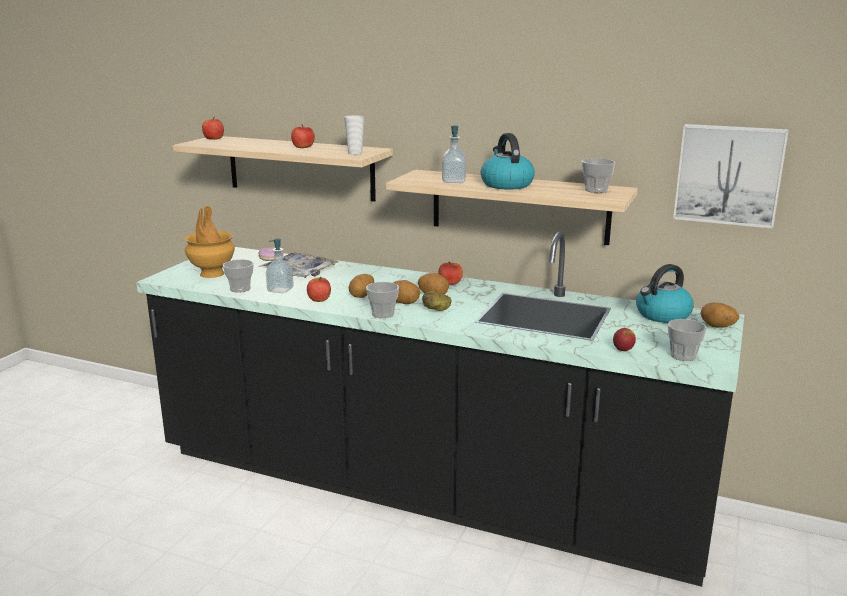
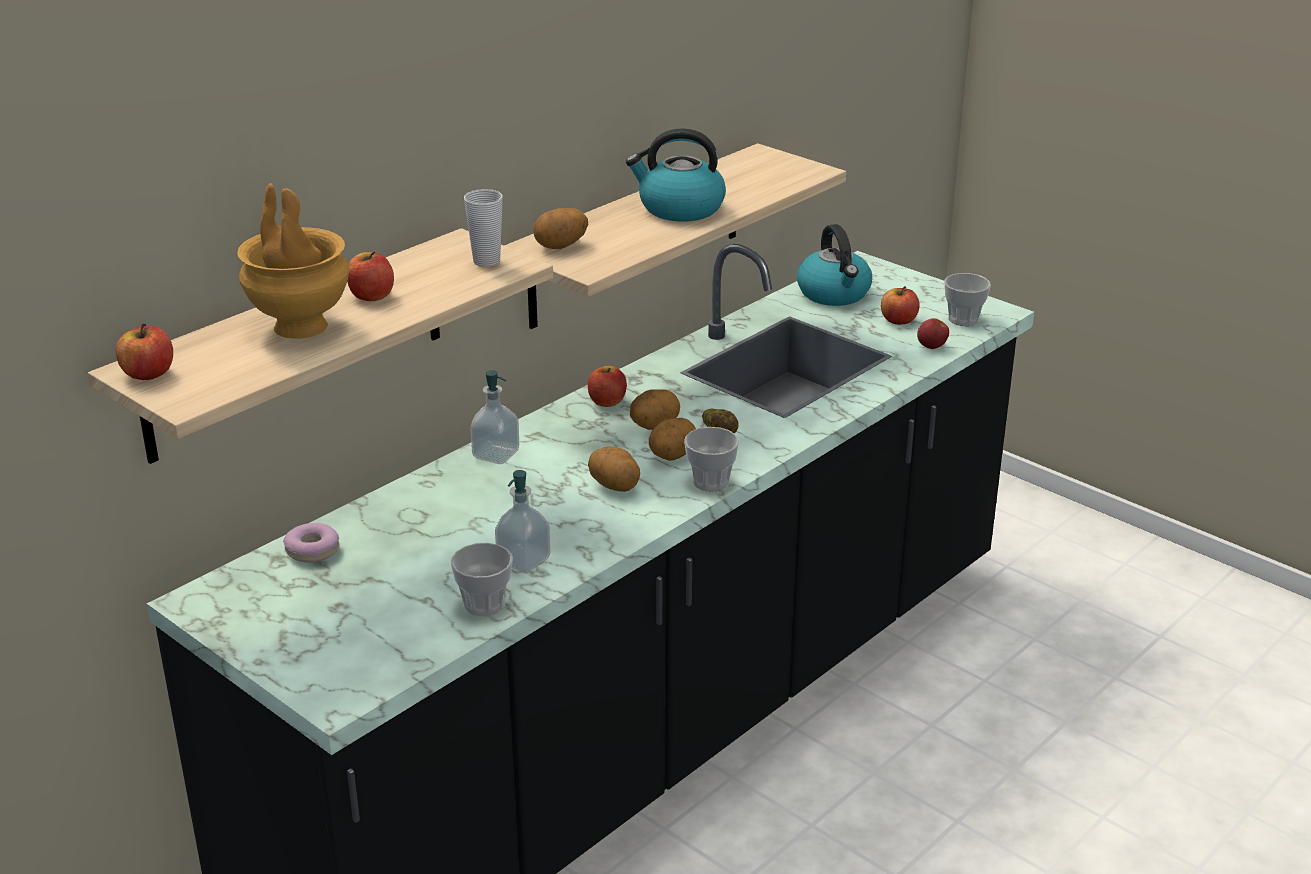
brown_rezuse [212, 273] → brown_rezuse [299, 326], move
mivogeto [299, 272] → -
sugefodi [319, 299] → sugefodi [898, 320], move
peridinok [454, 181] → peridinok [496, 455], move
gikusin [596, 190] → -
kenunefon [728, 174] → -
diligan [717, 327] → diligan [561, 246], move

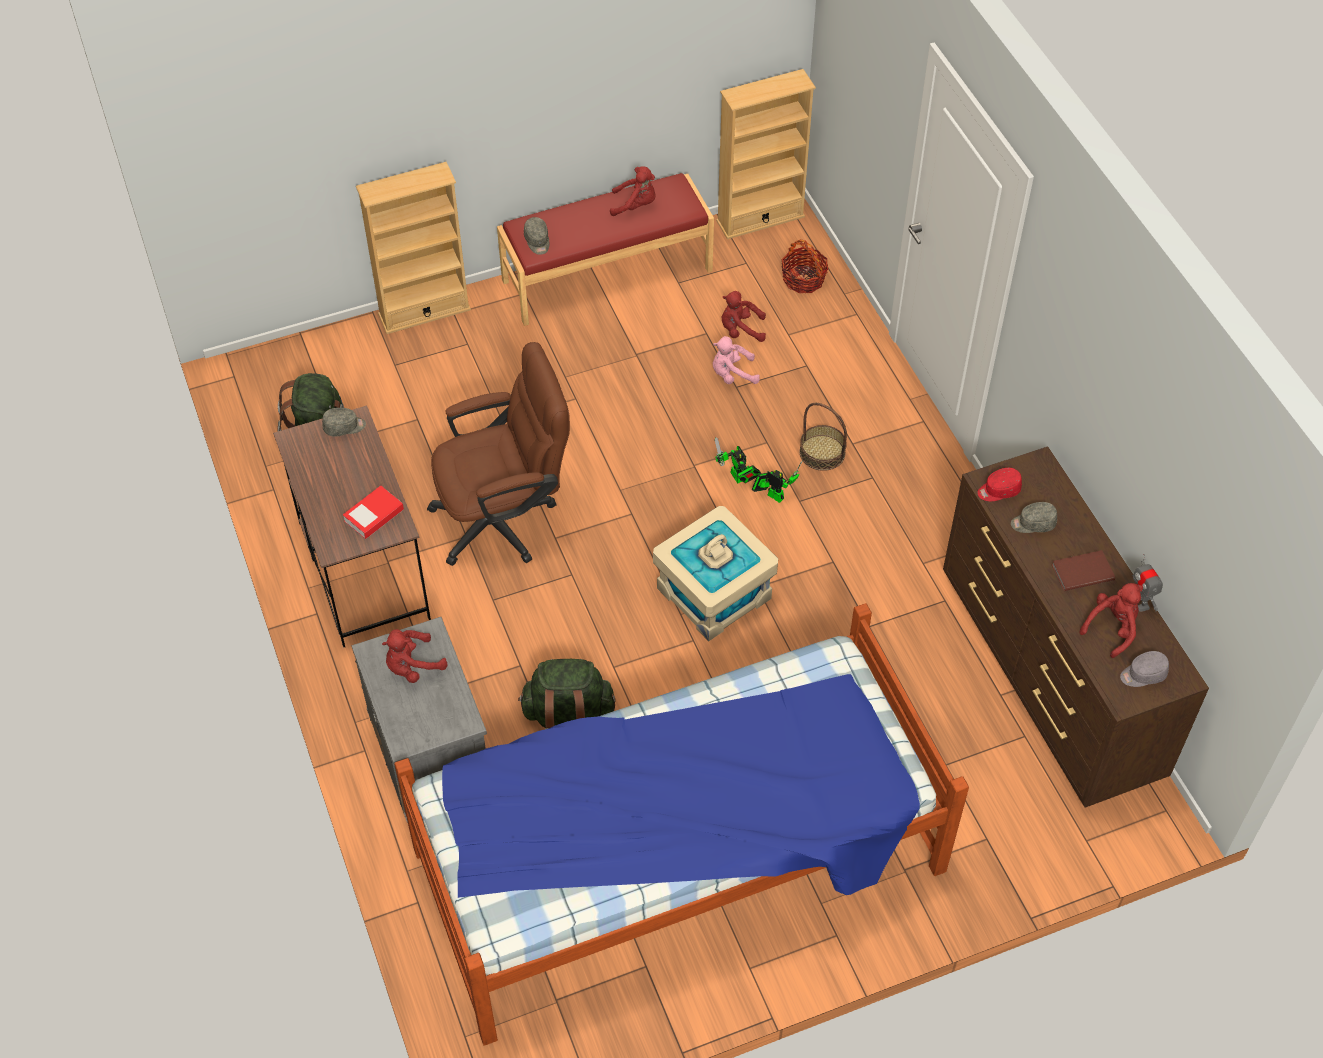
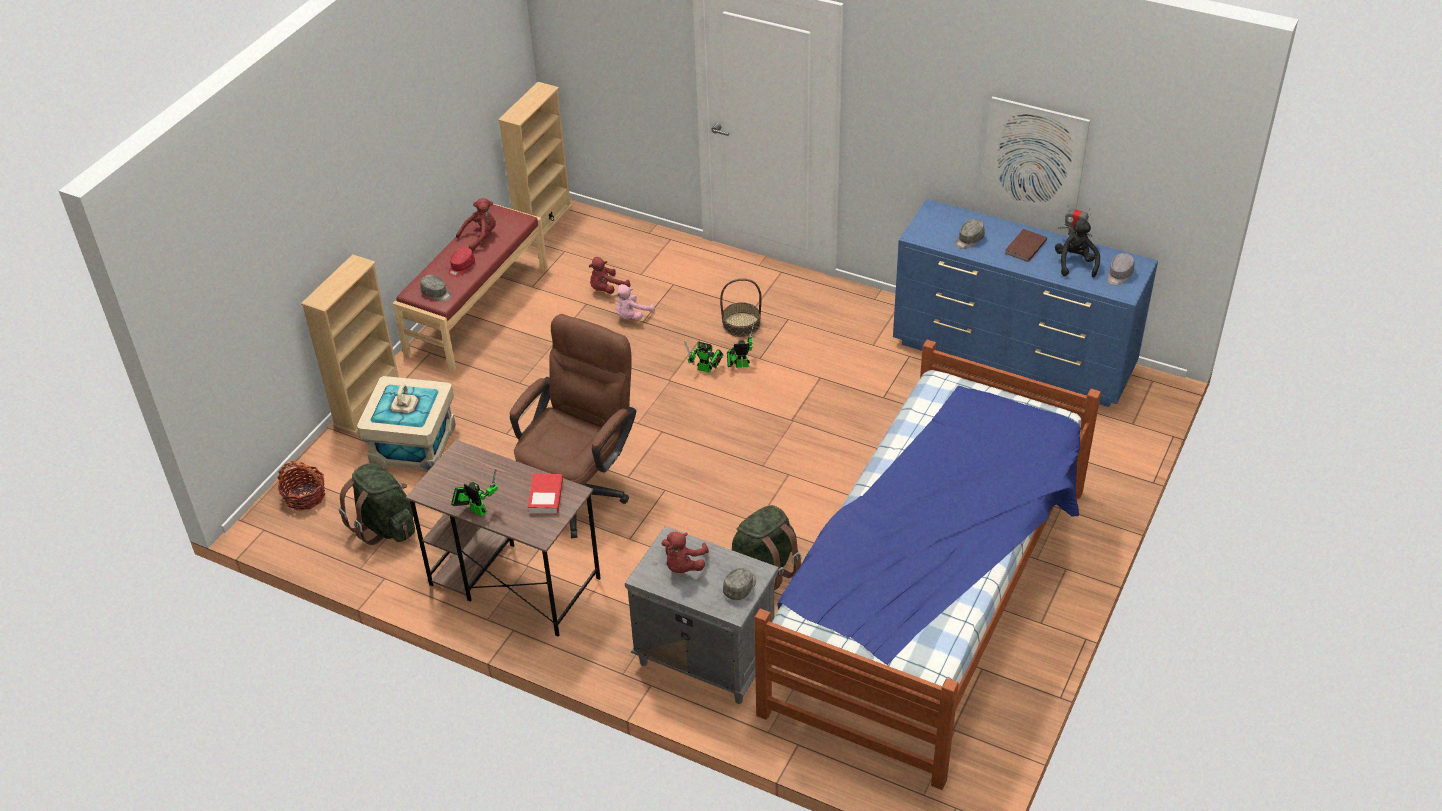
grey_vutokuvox [344, 427] → grey_vutokuvox [740, 587], move
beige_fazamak [714, 594] → beige_fazamak [414, 445], move
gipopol [803, 279] → gipopol [305, 496], move
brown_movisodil [1049, 678] → blue_movisodil [1014, 357]
red_vutokuvox [998, 490] → red_vutokuvox [461, 267], move
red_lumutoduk [1112, 628] → black_lumutoduk [1075, 263]
- → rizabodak [476, 510]
- → kenunefon [1034, 157]

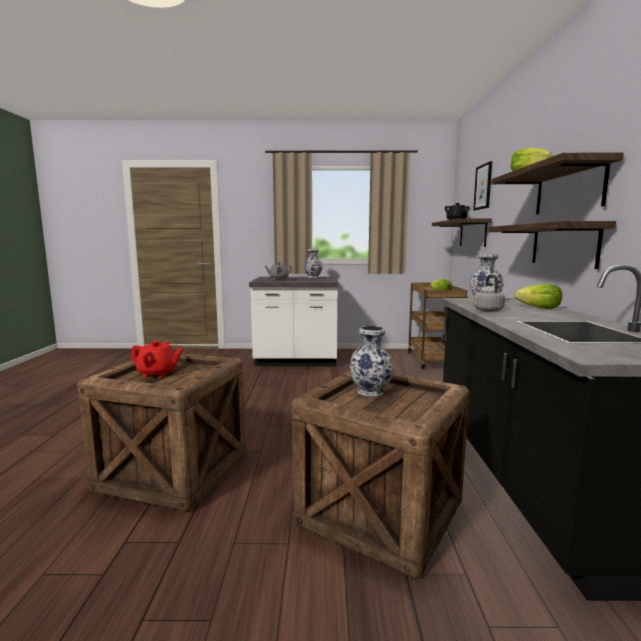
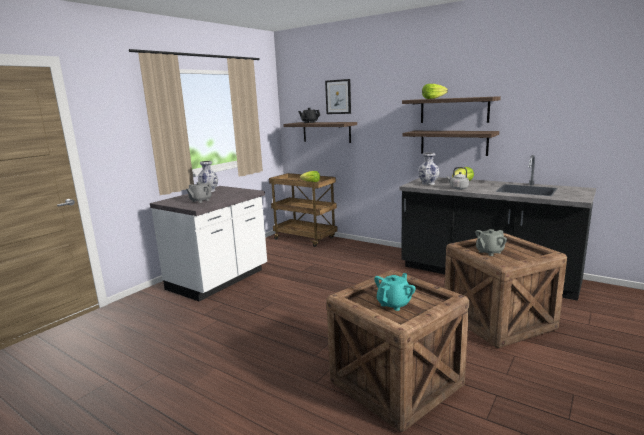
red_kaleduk [158, 373] → turquoise_kaleduk [394, 304]
rezuse [371, 391] → grey_kaleduk [489, 252]

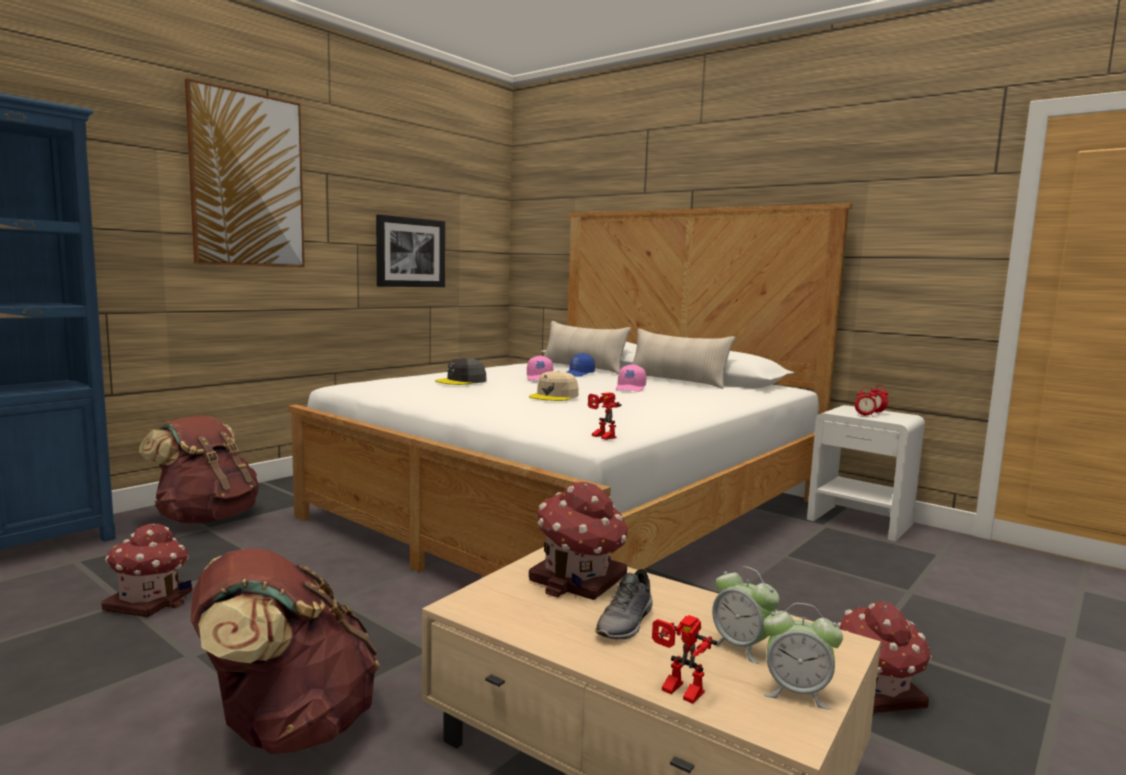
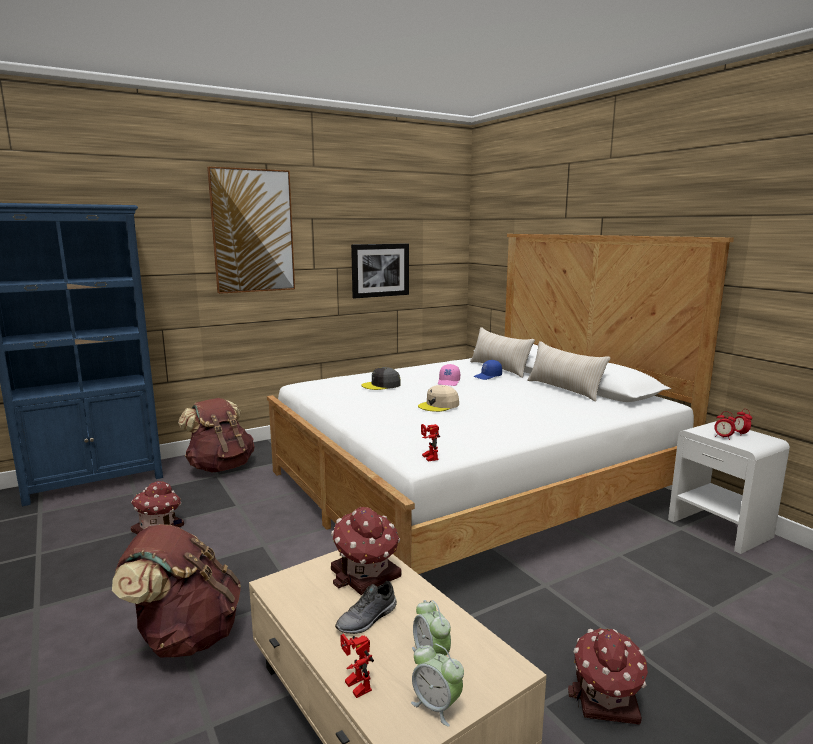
pink_vutokuvox [631, 388] → -

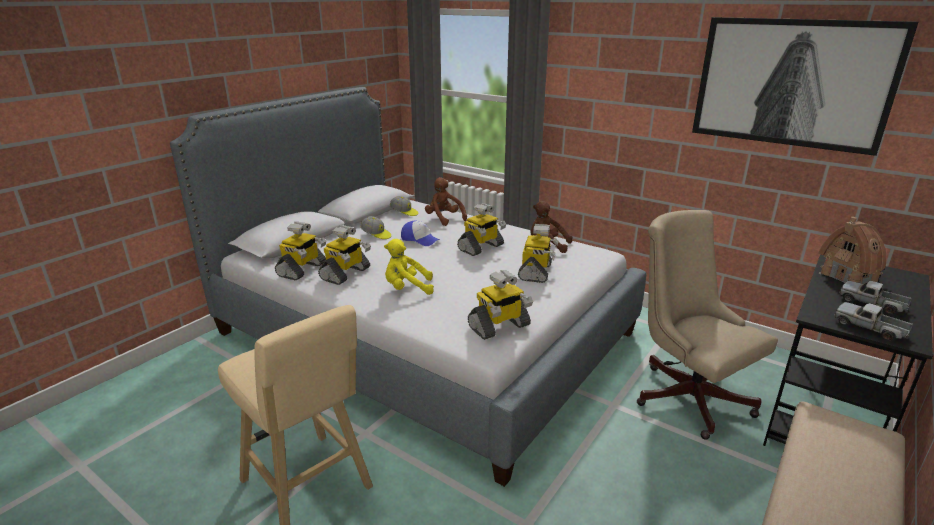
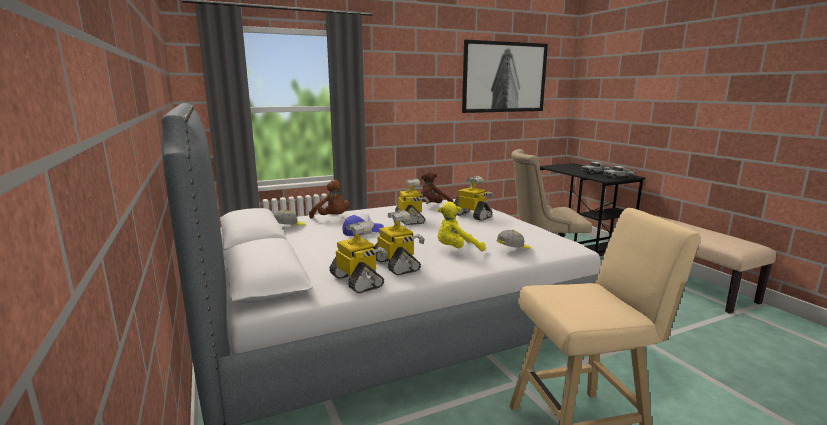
vutokuvox [376, 235] → vutokuvox [513, 249], move
yellow_lumutoduk [407, 289] → yellow_lumutoduk [456, 250], 45 degrees clockwise
brown_lumutoduk [444, 219] → brown_lumutoduk [332, 218], 135 degrees counterclockwise
rizabodak [499, 327] → -
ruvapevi [848, 277] → -

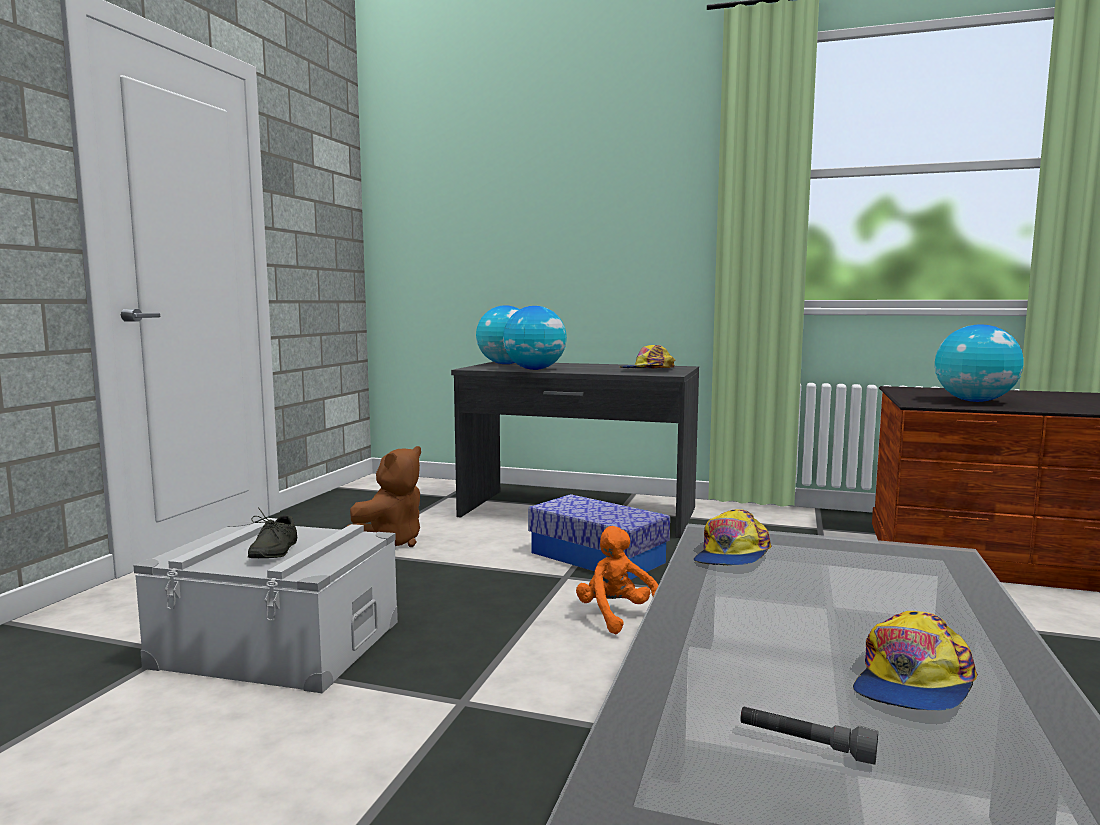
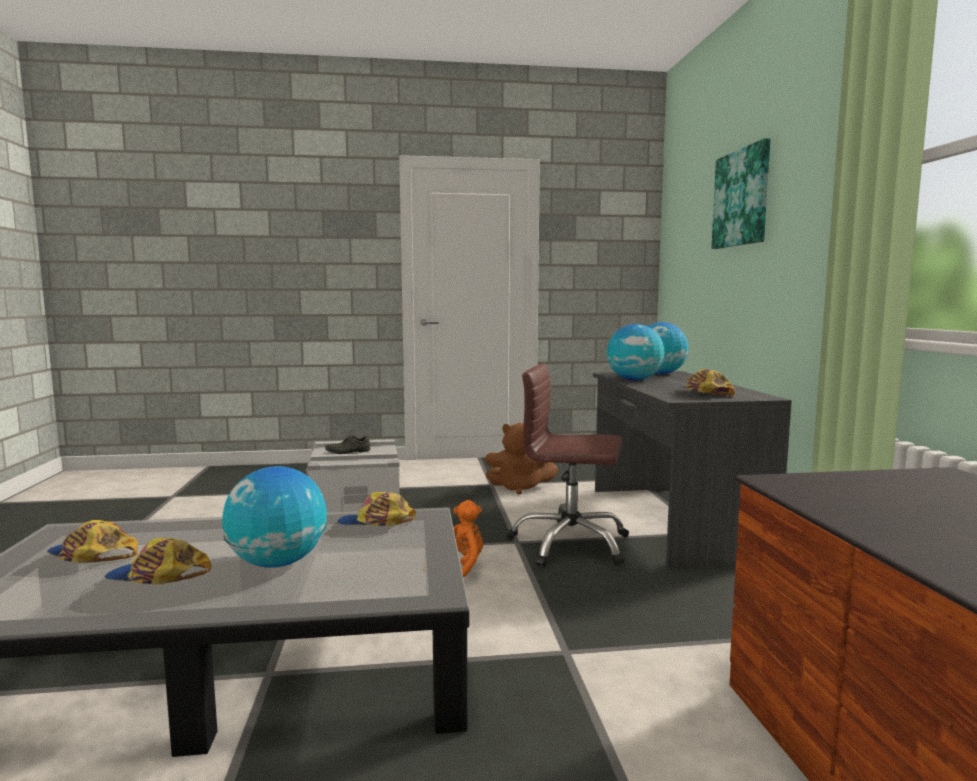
fazamak [597, 557] → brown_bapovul [570, 544]
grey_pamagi [805, 745] → vutokuvox [92, 556]
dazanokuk [975, 401] → dazanokuk [277, 563], move
- → kenunefon [742, 198]

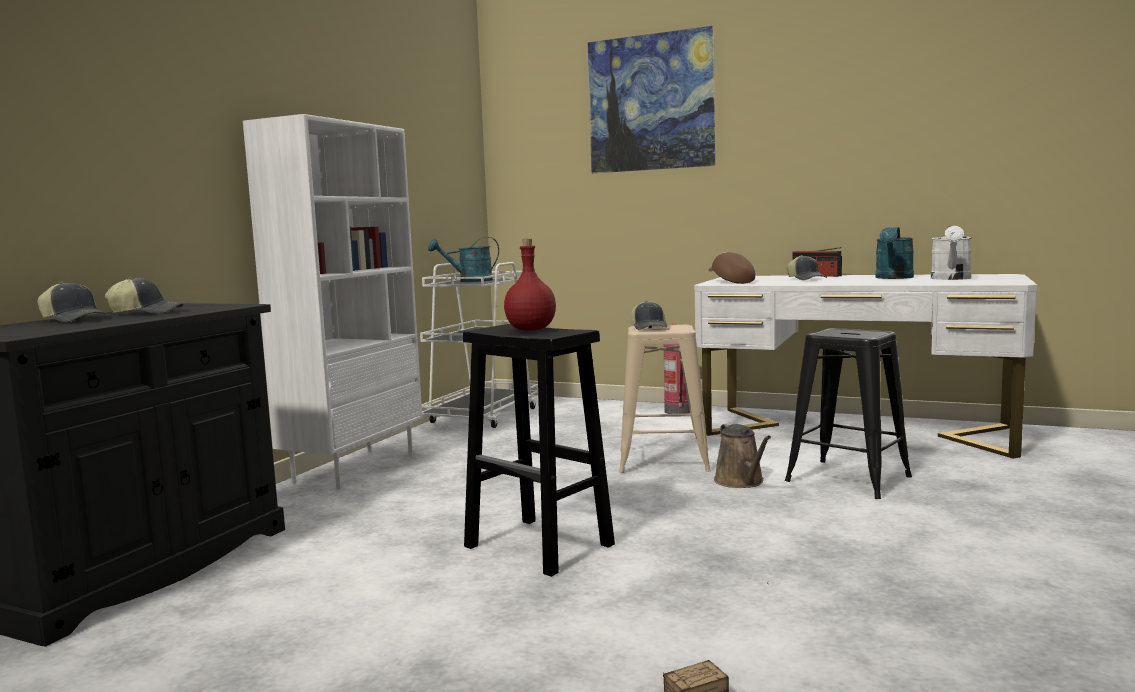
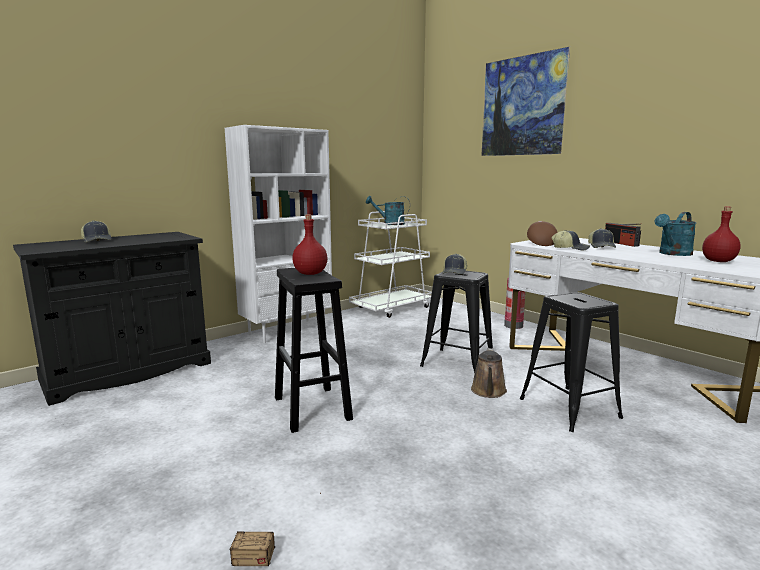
vutokuvox [147, 313] → vutokuvox [570, 248], move
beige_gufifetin [662, 461] → black_gufifetin [457, 363]
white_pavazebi [951, 279] → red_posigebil [719, 261]

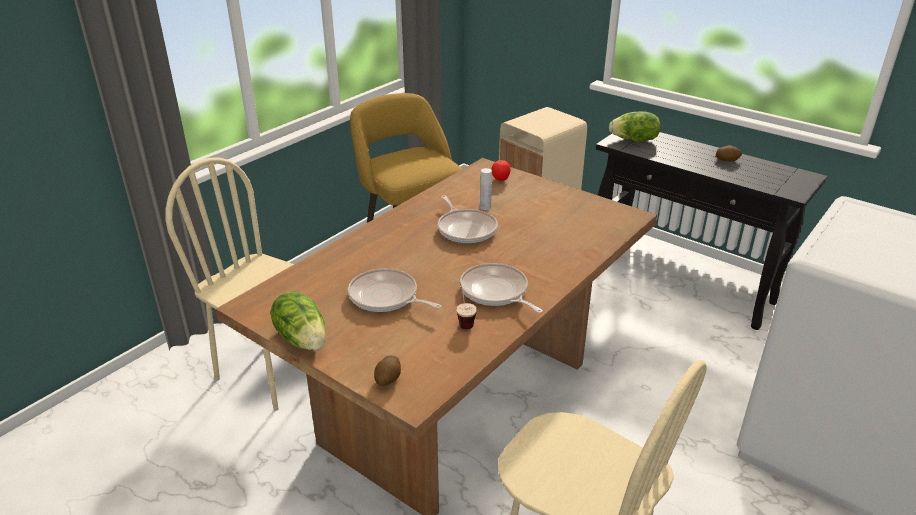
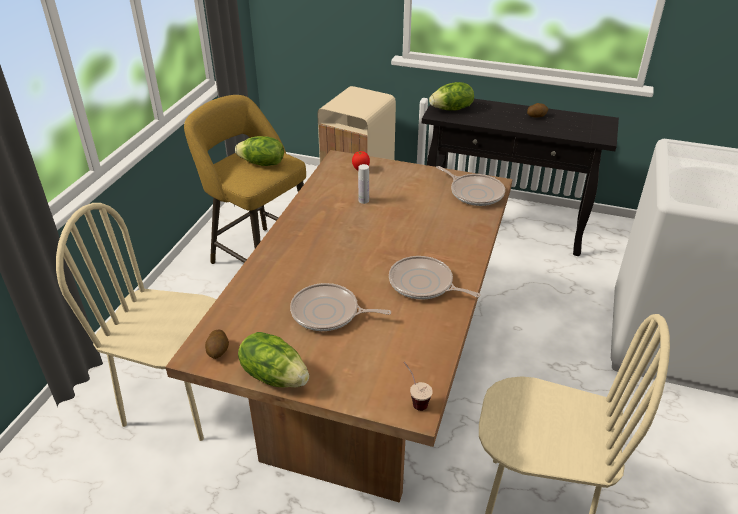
diligan [388, 379] → diligan [218, 351], move
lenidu [466, 229] → lenidu [474, 192], move
gikusin [464, 320] → gikusin [414, 399], move
- → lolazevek [262, 164]

